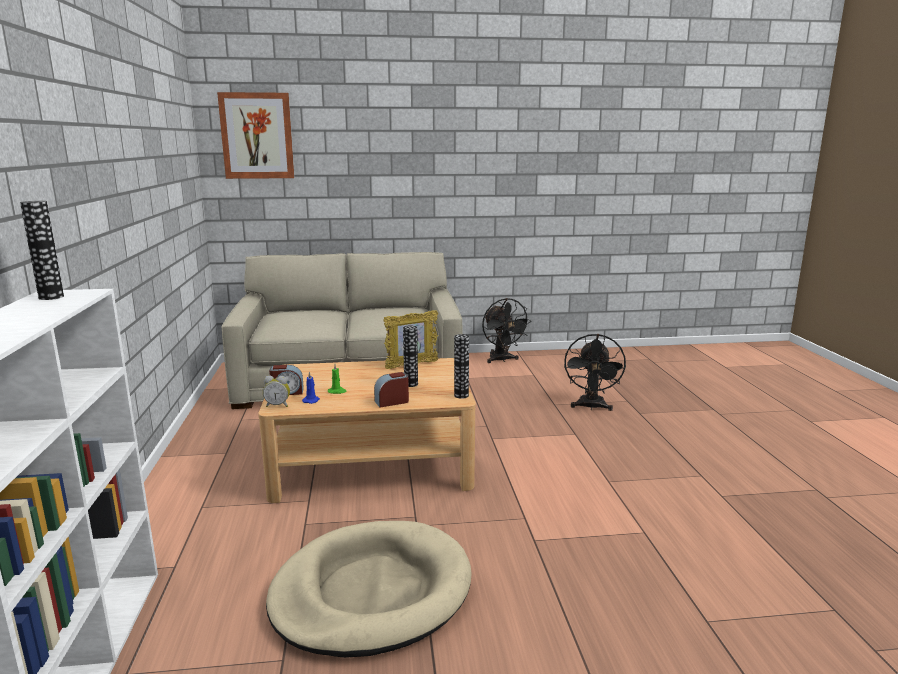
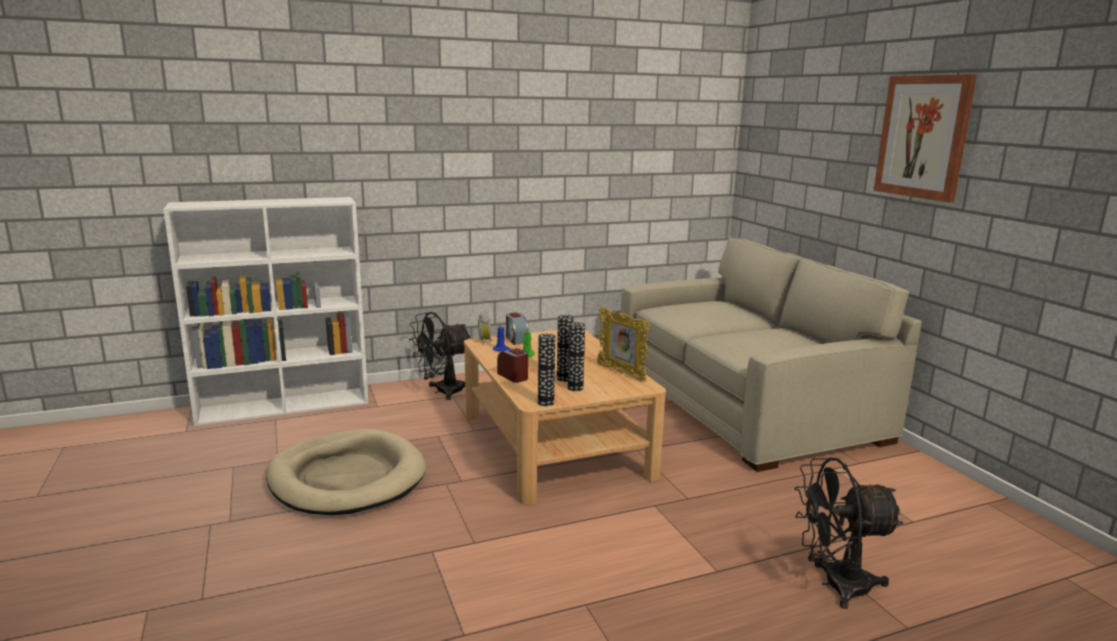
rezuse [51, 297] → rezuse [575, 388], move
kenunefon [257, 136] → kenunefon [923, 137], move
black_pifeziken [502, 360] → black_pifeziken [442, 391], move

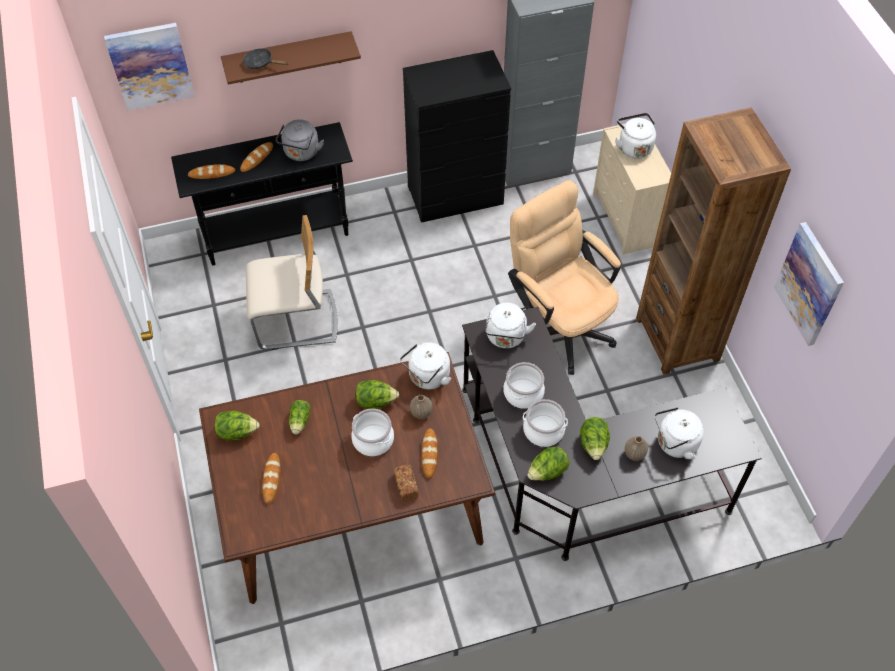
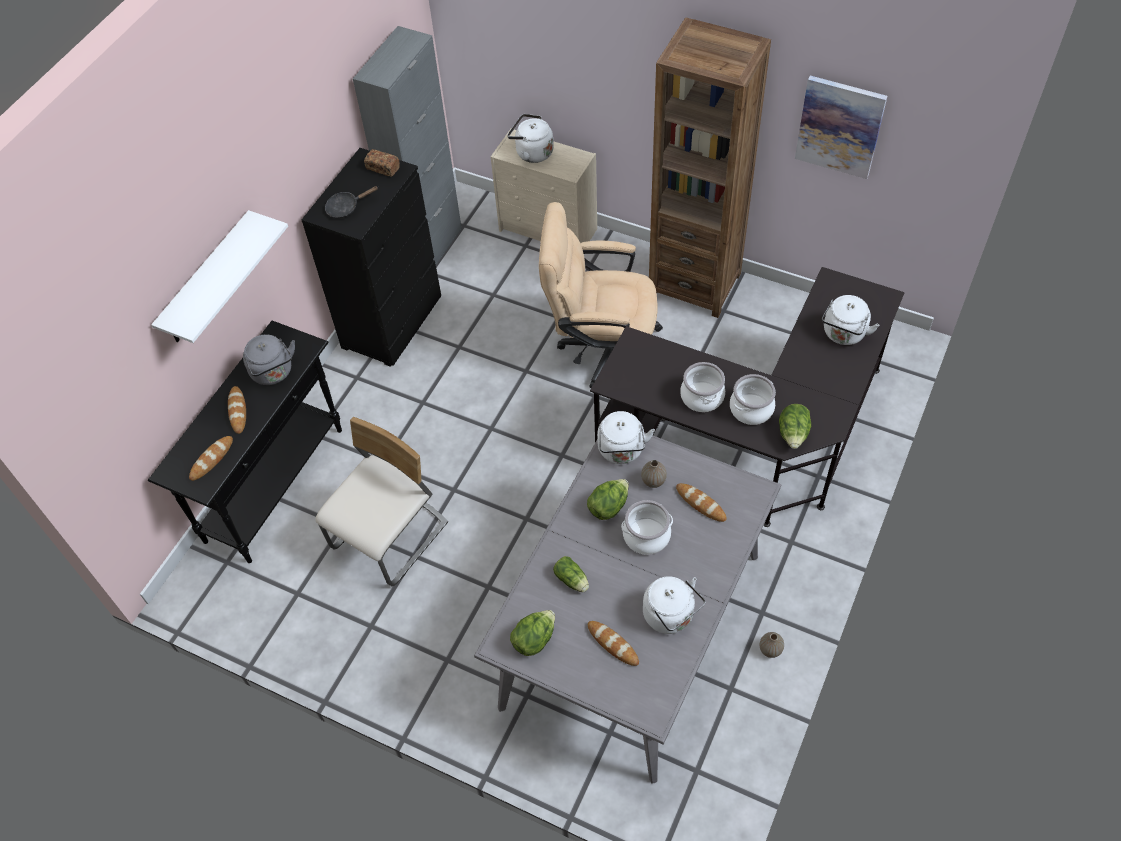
kenunefon [150, 65] → -
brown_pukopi [351, 508] → grey_pukopi [632, 631]
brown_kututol [288, 57] → white_kututol [207, 280]
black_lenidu [261, 63] → black_lenidu [346, 208], move
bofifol [405, 486] → bofifol [382, 168], move
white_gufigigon [506, 338] → white_gufigigon [671, 616], move
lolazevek [593, 445] → -
rezuse [634, 454] → rezuse [770, 650], move

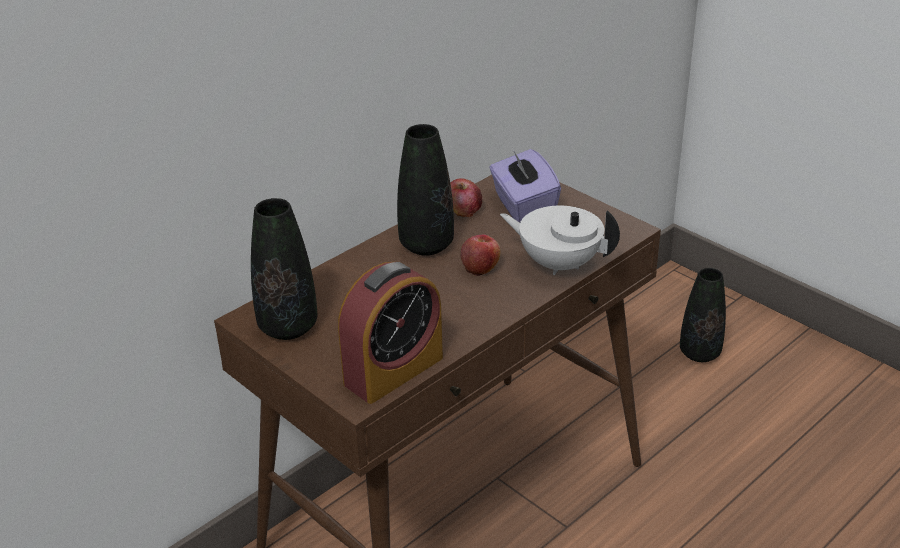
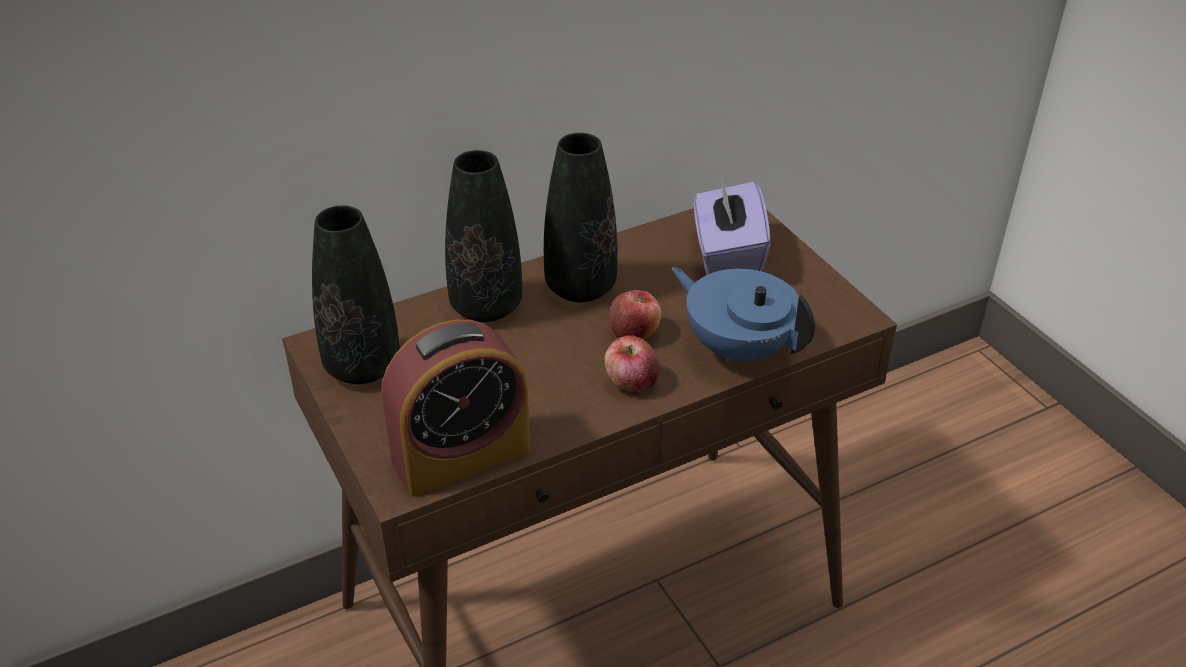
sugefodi [463, 211] → sugefodi [631, 382], move
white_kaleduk [559, 263] → blue_kaleduk [738, 347]
black_rezuse [699, 353] → black_rezuse [486, 307], move

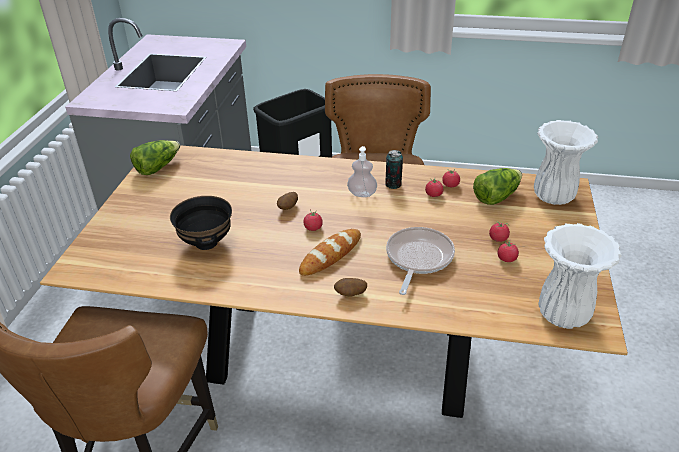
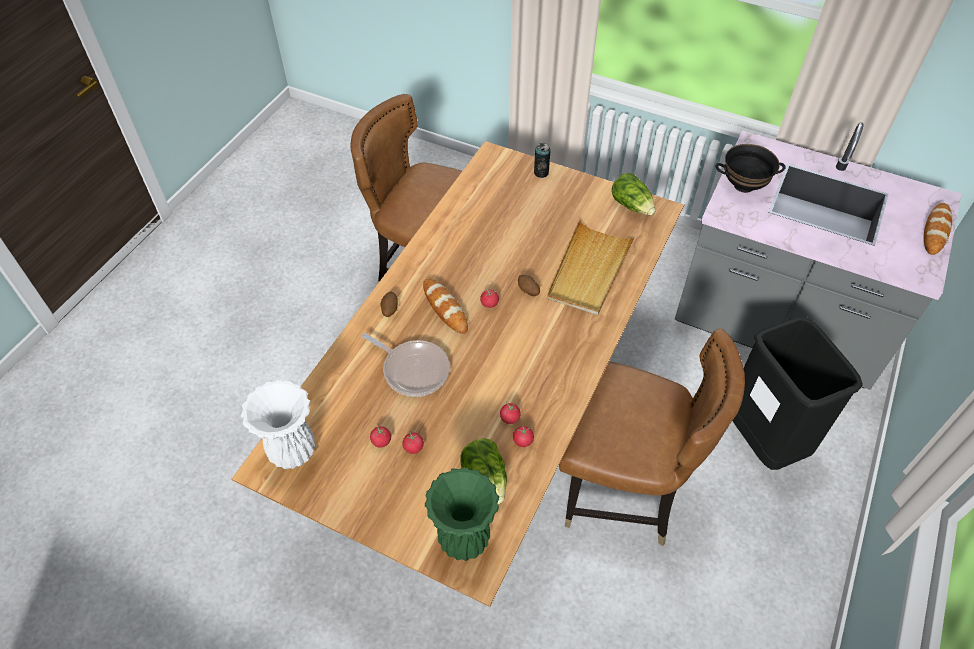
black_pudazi [205, 243] → black_pudazi [743, 185], move
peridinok [362, 194] → -
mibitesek [393, 184] → mibitesek [541, 173], move
white_rezuse [552, 196] → green_rezuse [465, 539]
- → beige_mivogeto [589, 270]
- → bofifol [935, 231]

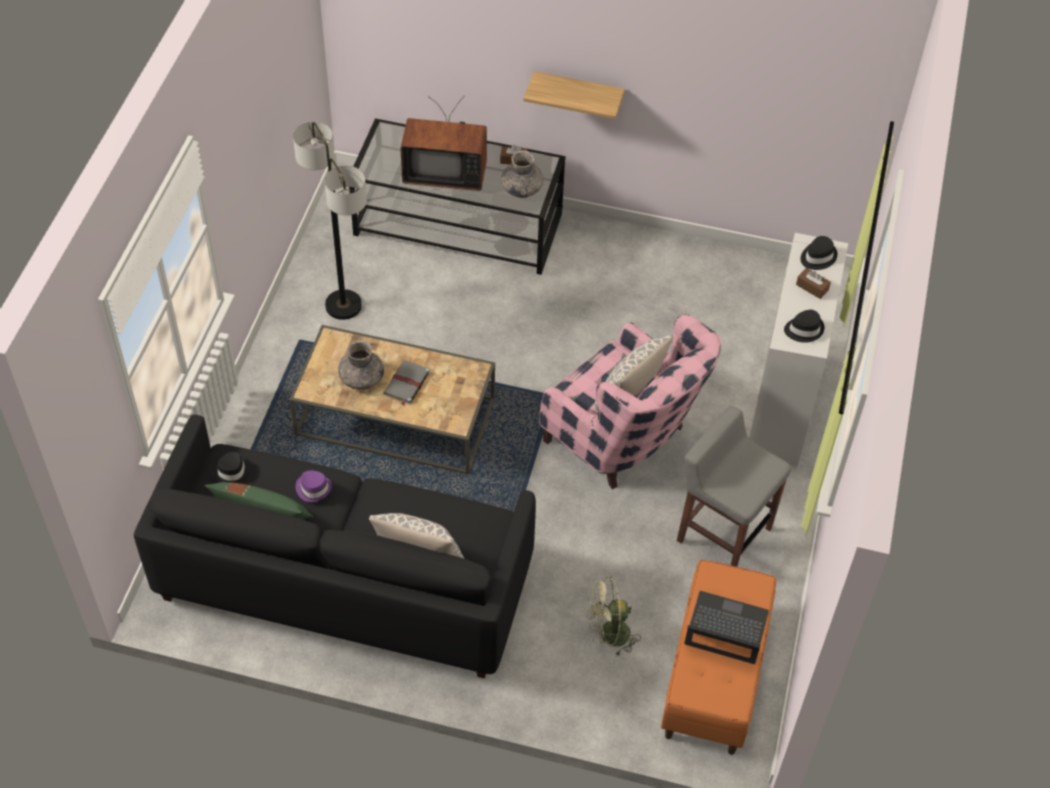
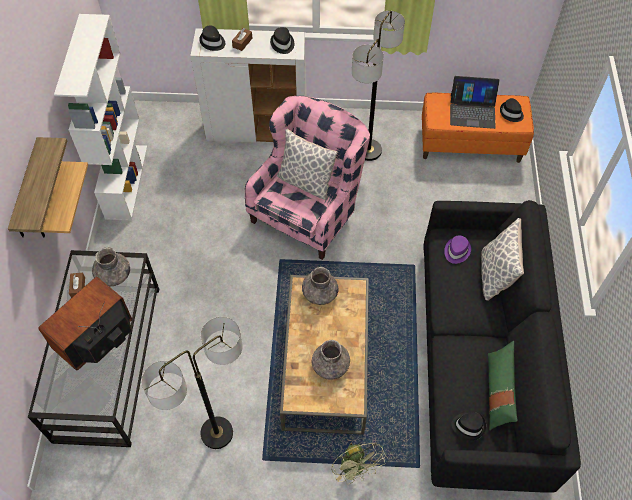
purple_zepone [313, 488] → purple_zepone [456, 251], move
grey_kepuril [406, 384] → -
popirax [444, 172] → popirax [98, 339], 135 degrees counterclockwise
green_pifeziken [608, 635] → green_pifeziken [356, 469], move
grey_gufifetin [723, 533] → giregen [368, 150]
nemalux [726, 629] → nemalux [472, 111], 90 degrees counterclockwise
- → kututol [27, 191]
- → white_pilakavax [126, 181]
- → grey_rezuse [319, 293]
- → black_zepone [511, 113]

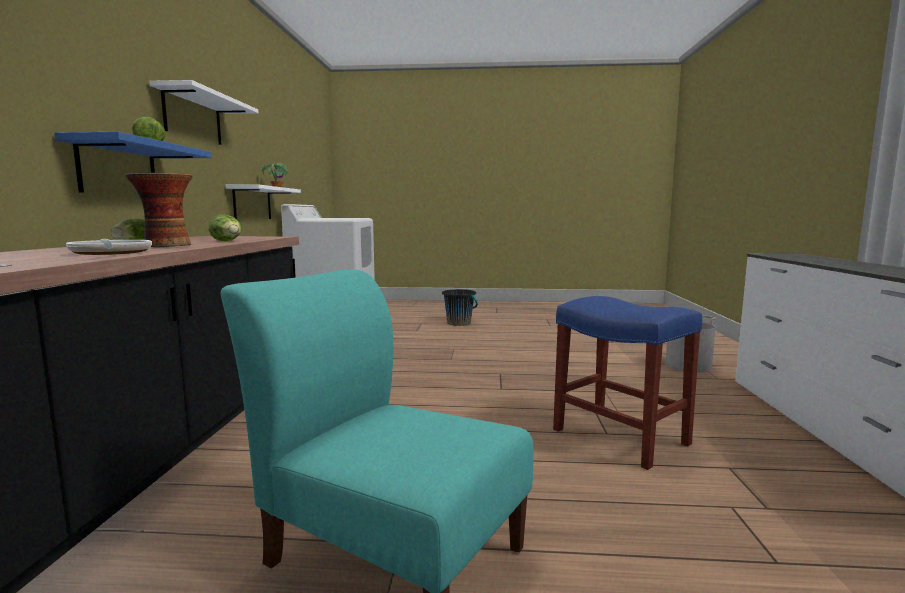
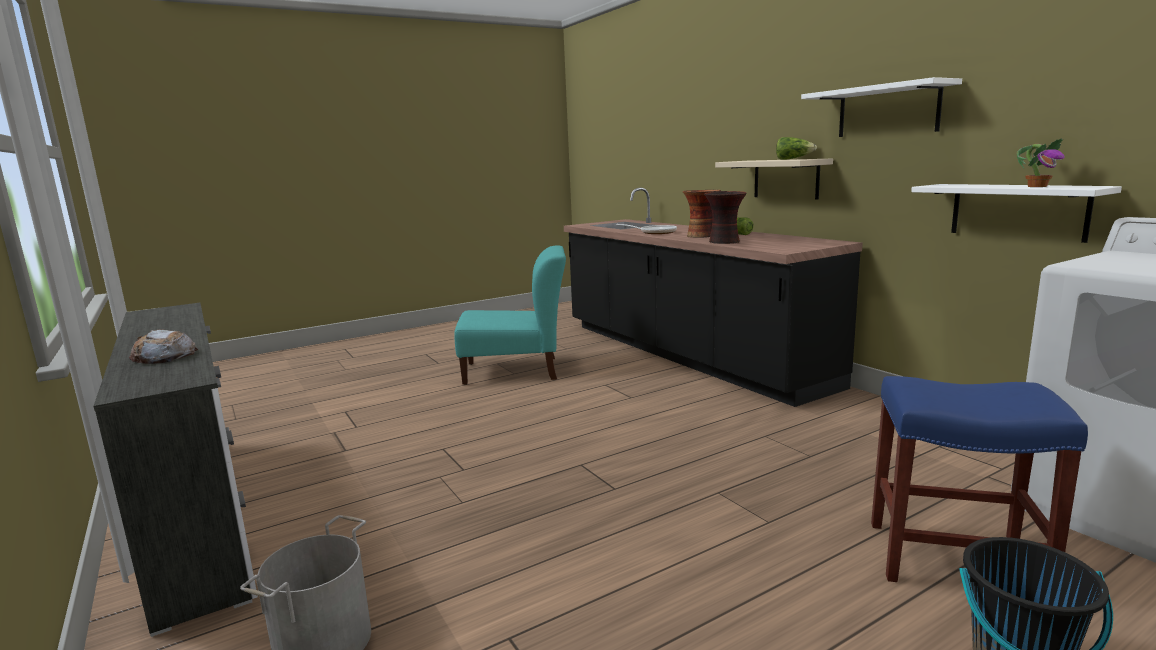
blue_kututol [118, 169] → beige_kututol [786, 179]
lolazevek [228, 241] → rezuse [724, 242]
blue_gufifetin [618, 436] → blue_gufifetin [957, 558], move
- → bofifol [164, 356]

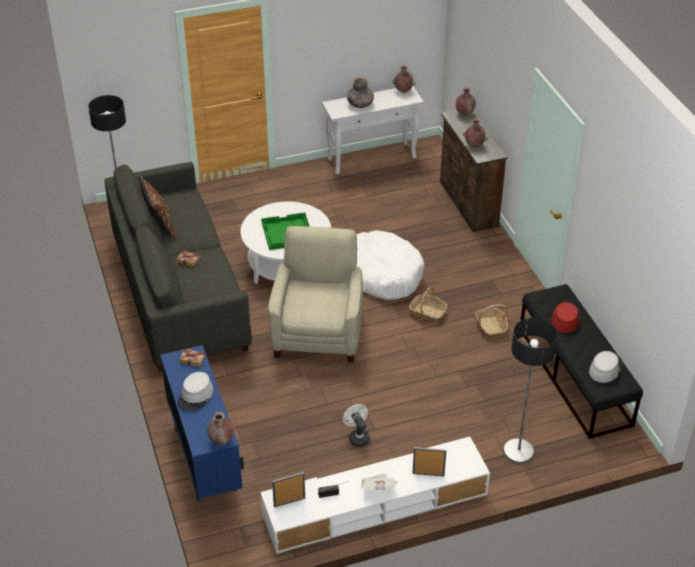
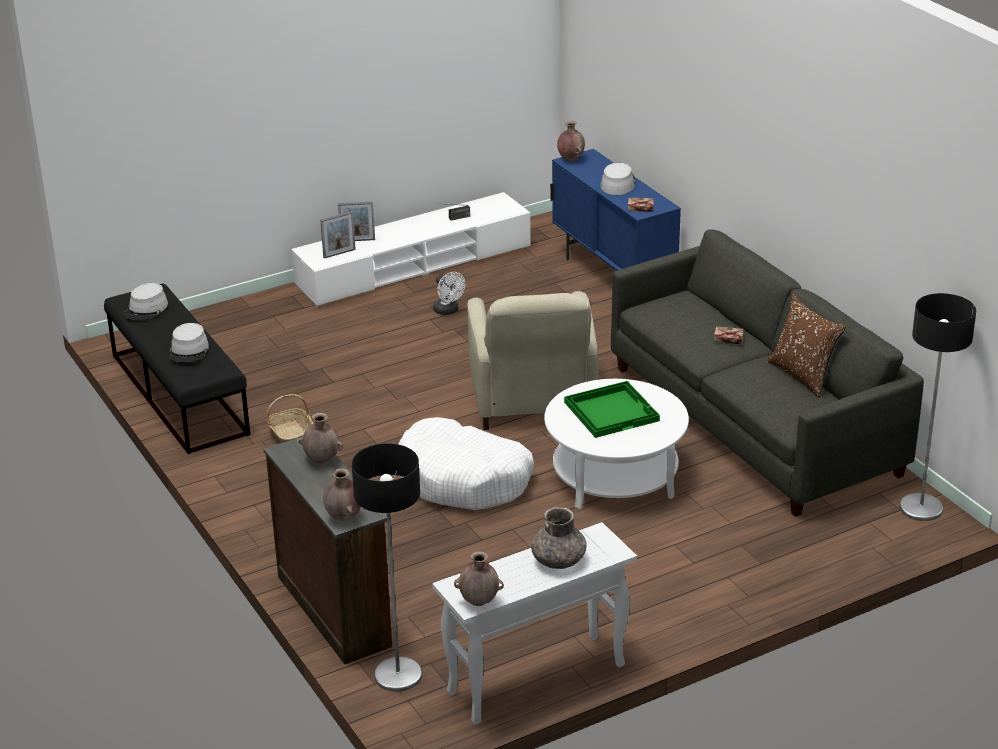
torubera [289, 502] → torubera [339, 253], move
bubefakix [378, 488] → -
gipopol [427, 313] → -
giregen [518, 451] → giregen [398, 675], move
red_zepone [565, 319] → grey_zepone [189, 351]

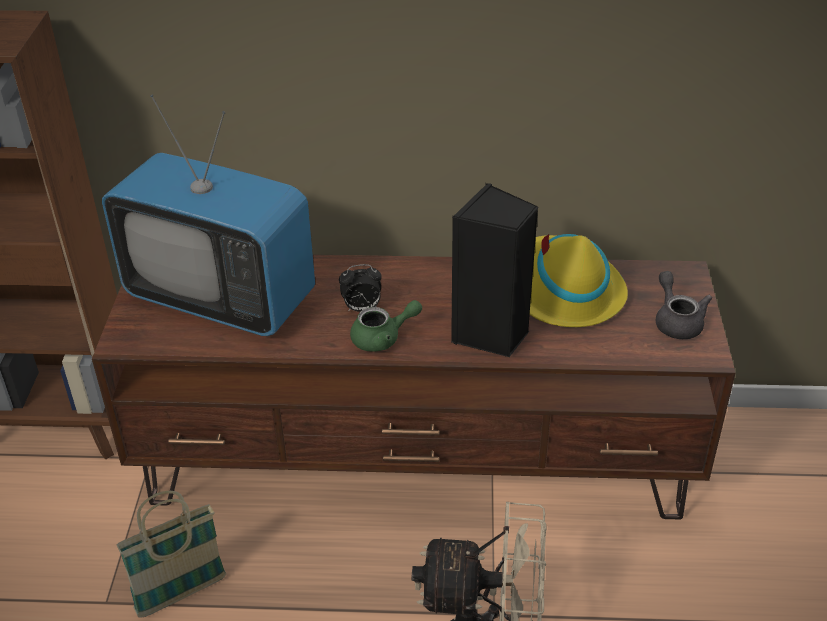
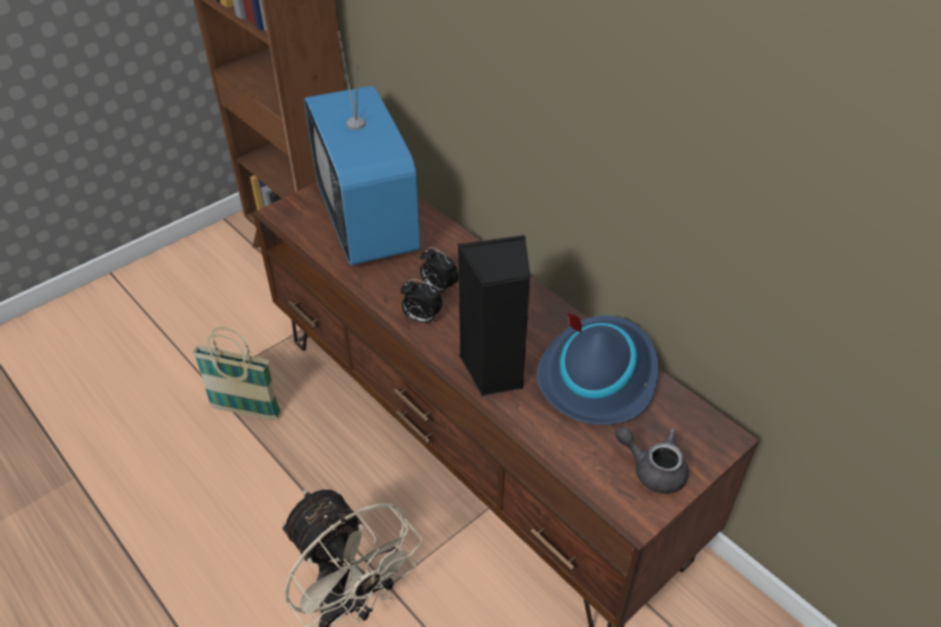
green_kaleduk [383, 338] → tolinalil [421, 318]
yellow_zepone [563, 290] → blue_zepone [598, 376]
grey_kaleduk [676, 321] → grey_kaleduk [653, 469], 90 degrees counterclockwise

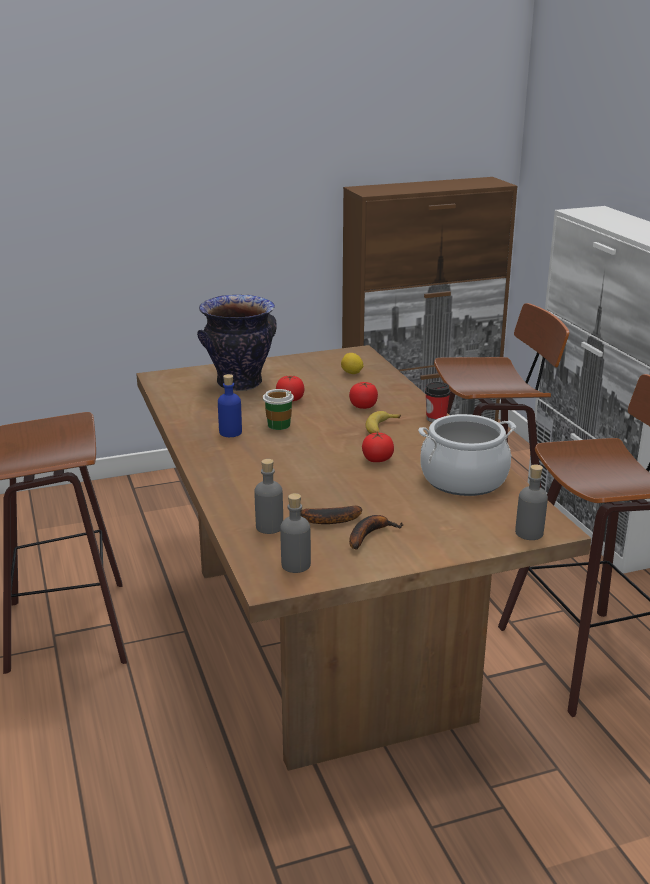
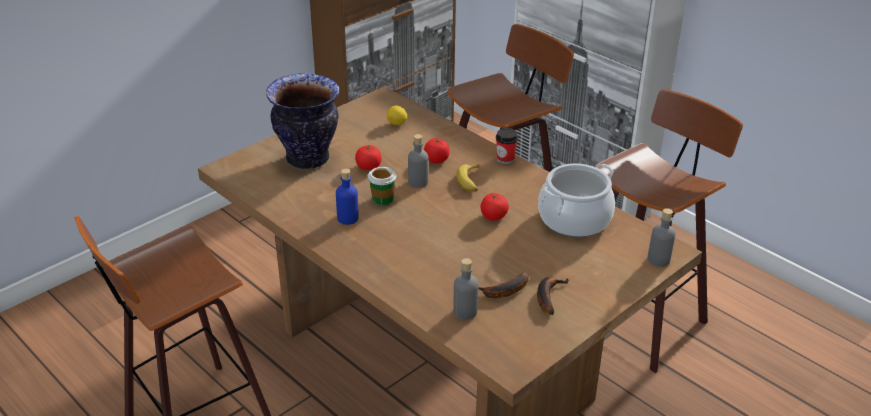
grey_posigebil [296, 565] → grey_posigebil [418, 182], move

